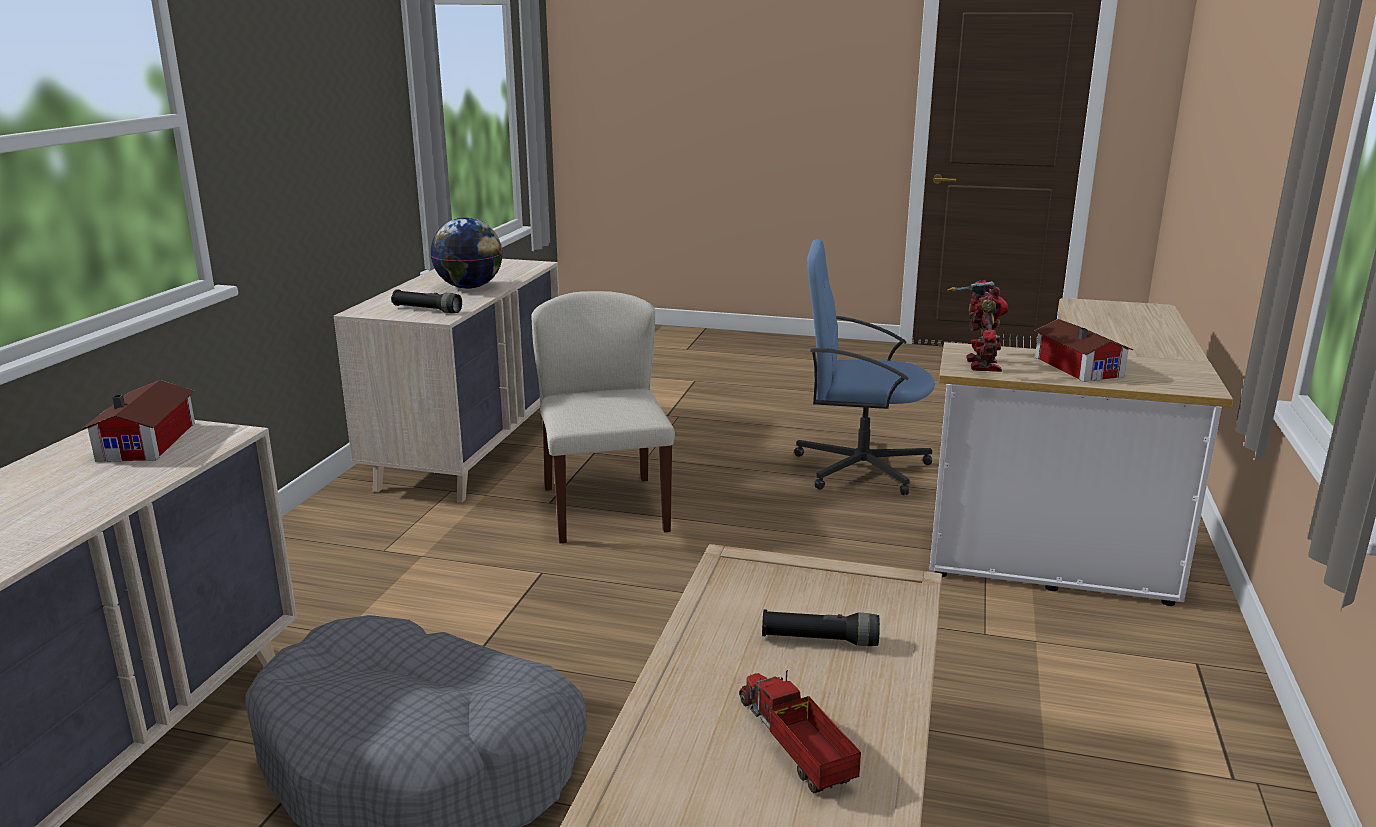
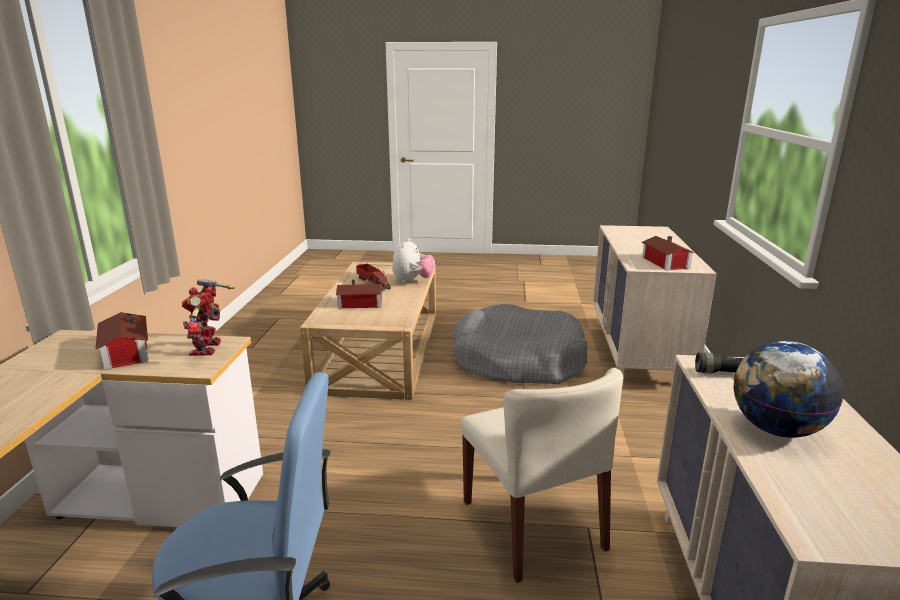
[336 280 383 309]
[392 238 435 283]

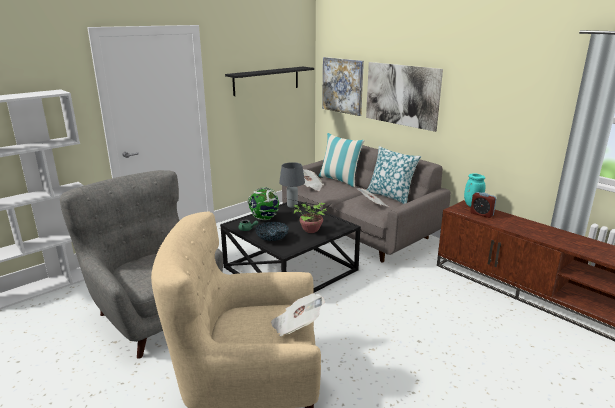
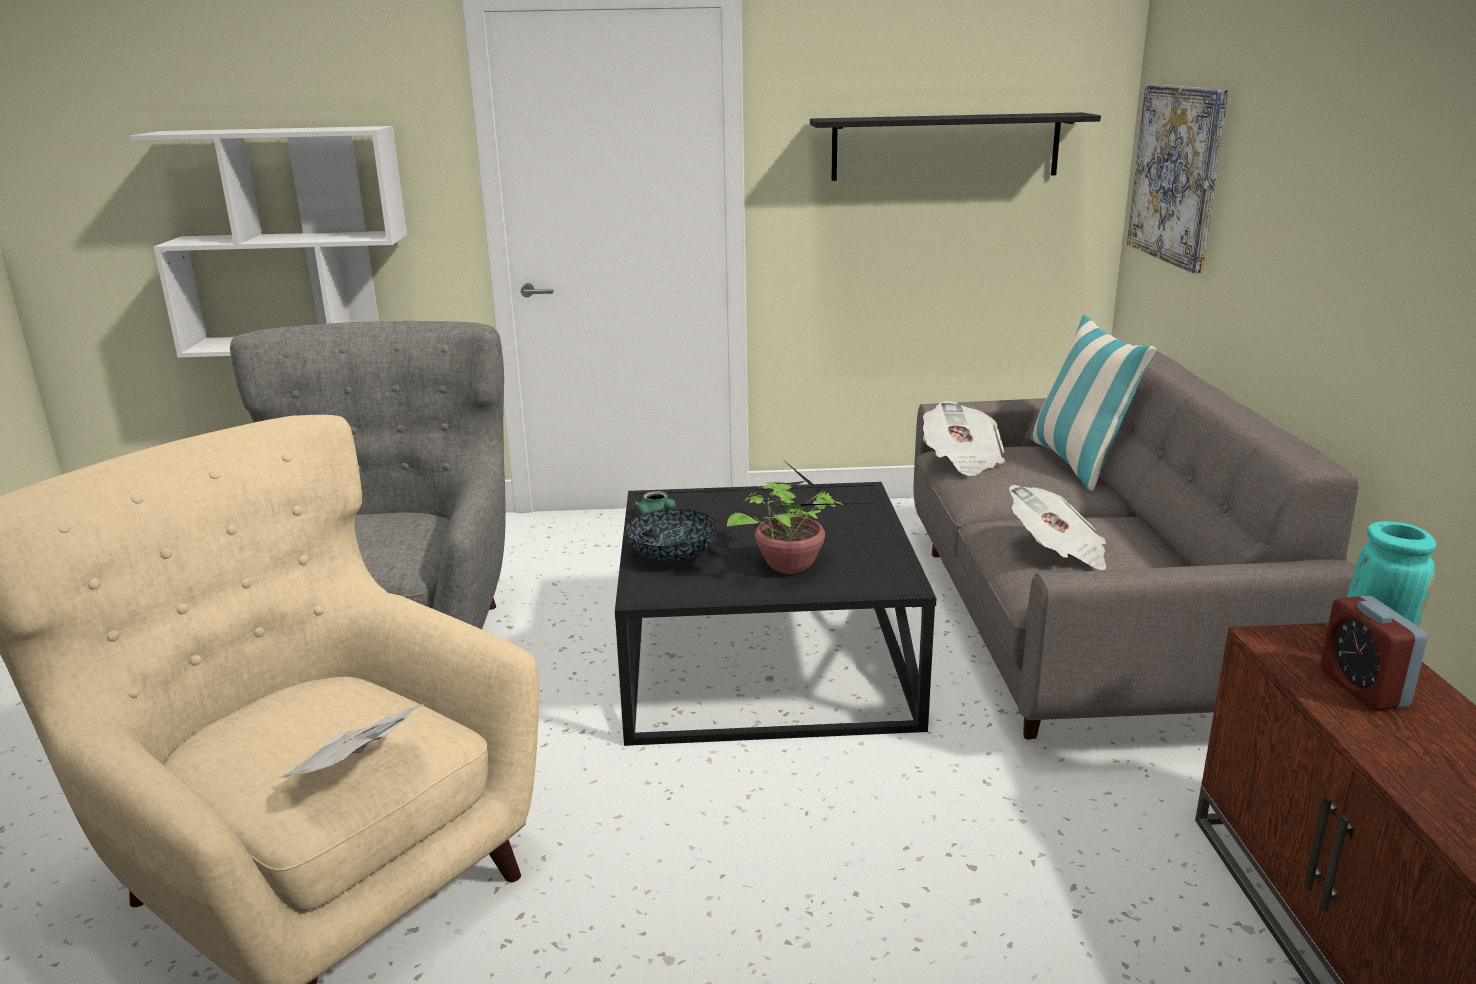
[248 187 279 220] (first image)
[279 162 305 208] (first image)
[366 62 443 132] (first image)
[367 146 421 204] (first image)

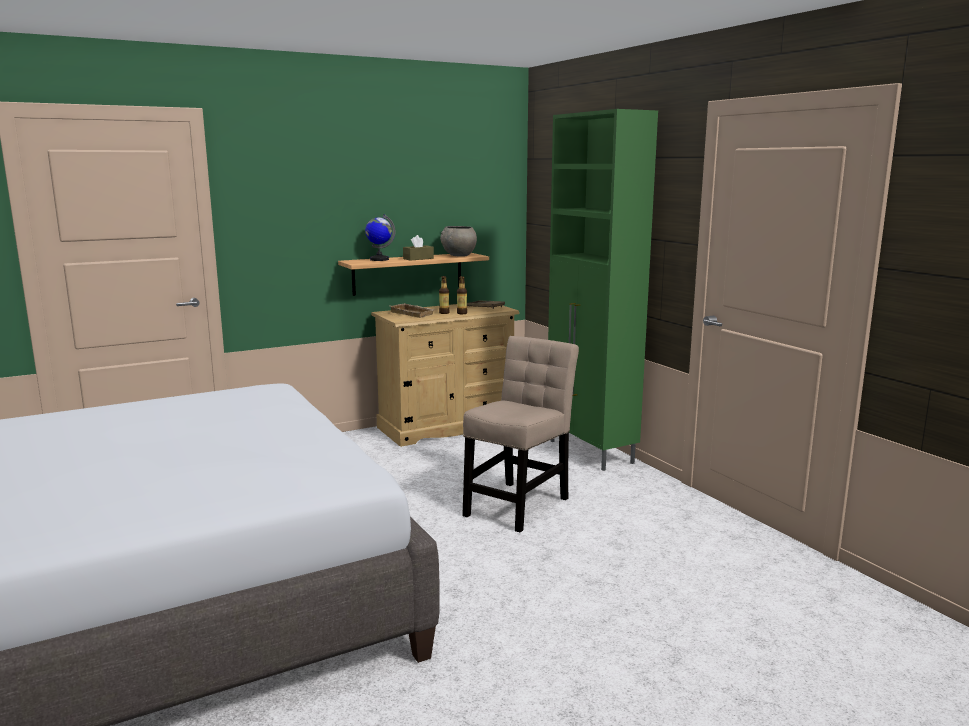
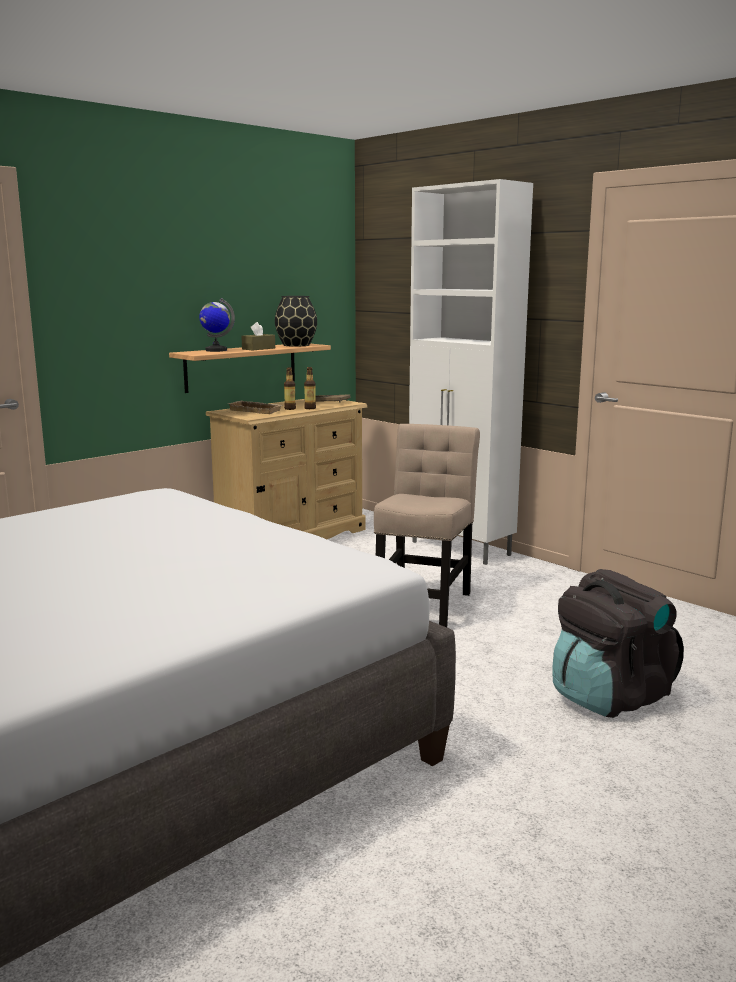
[275 296 317 347]
[409 179 533 565]
[553 569 684 718]

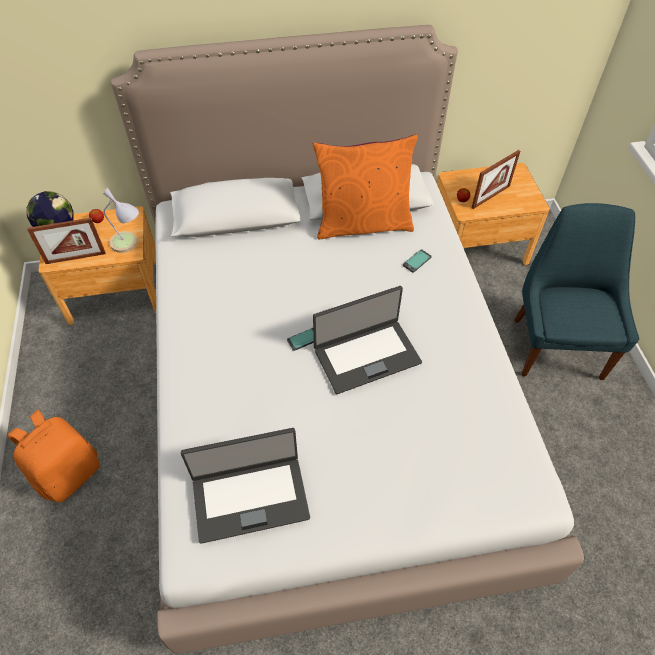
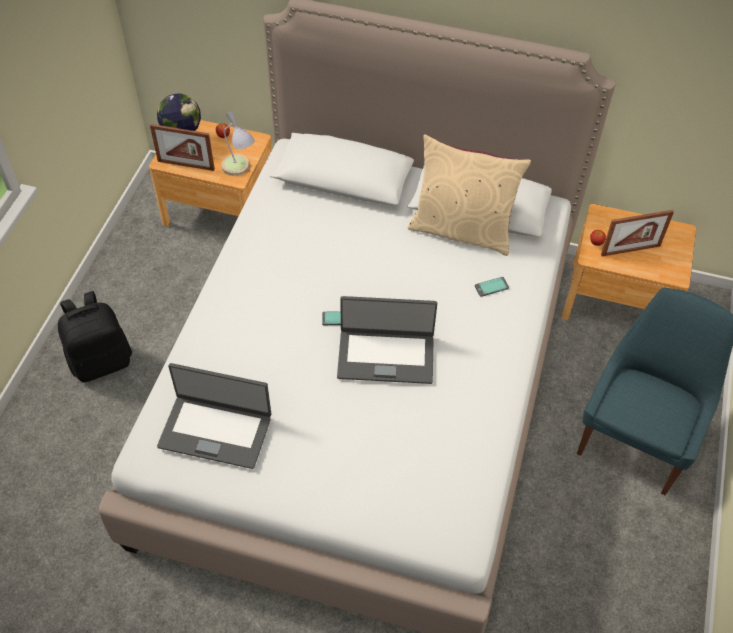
[58 291 132 383]
[408 134 531 256]

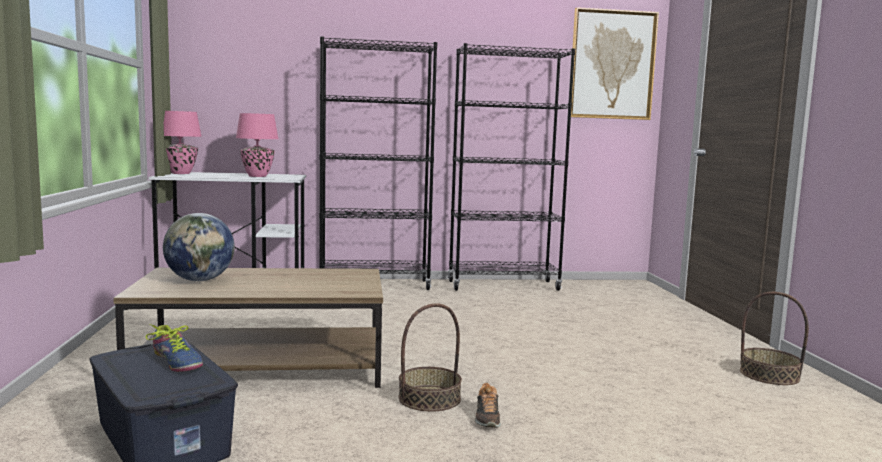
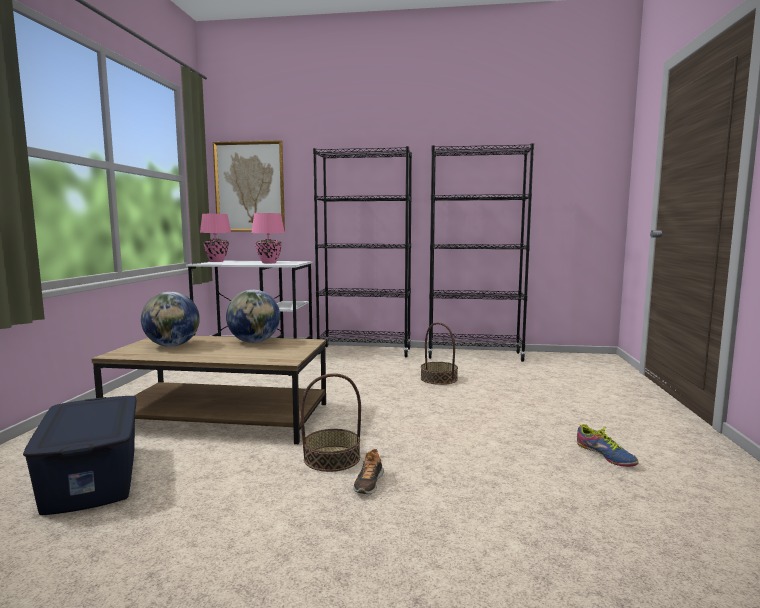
[577 424 639 467]
[213 140 285 232]
[421 322 458 385]
[226 290 280 343]

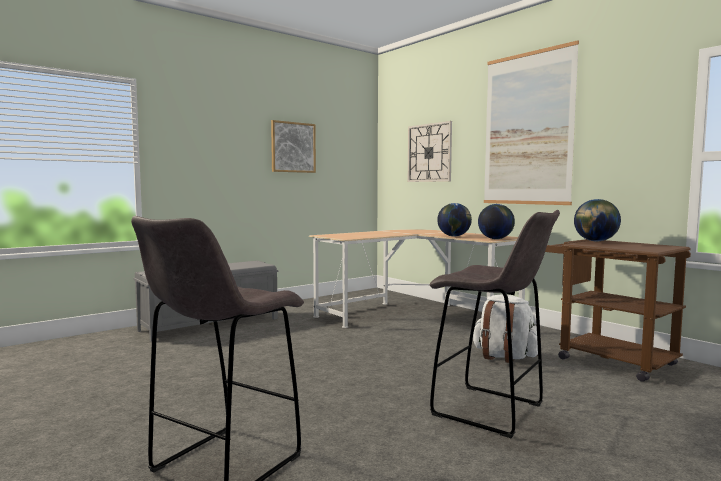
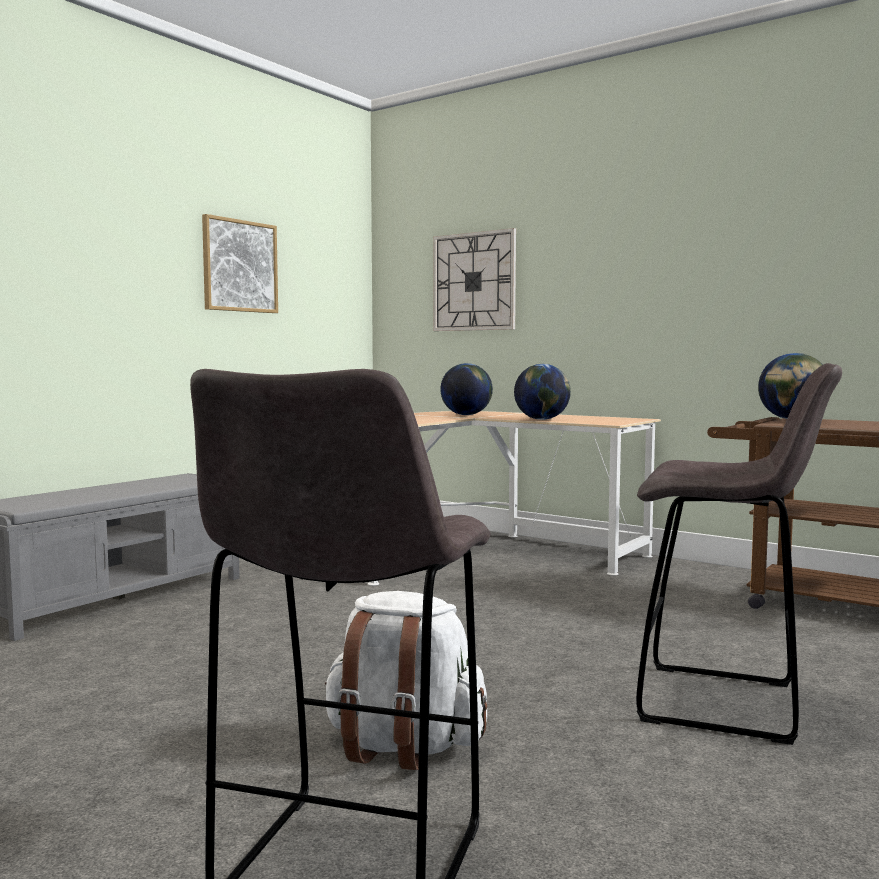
[325 591 487 770]
[440 363 493 415]
[484 40 579 205] (first image)

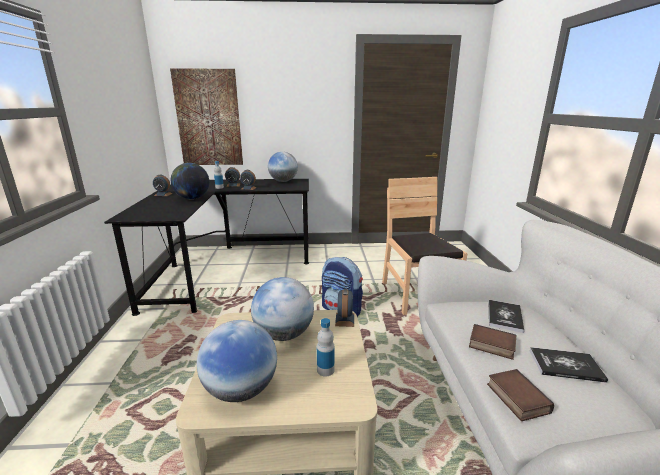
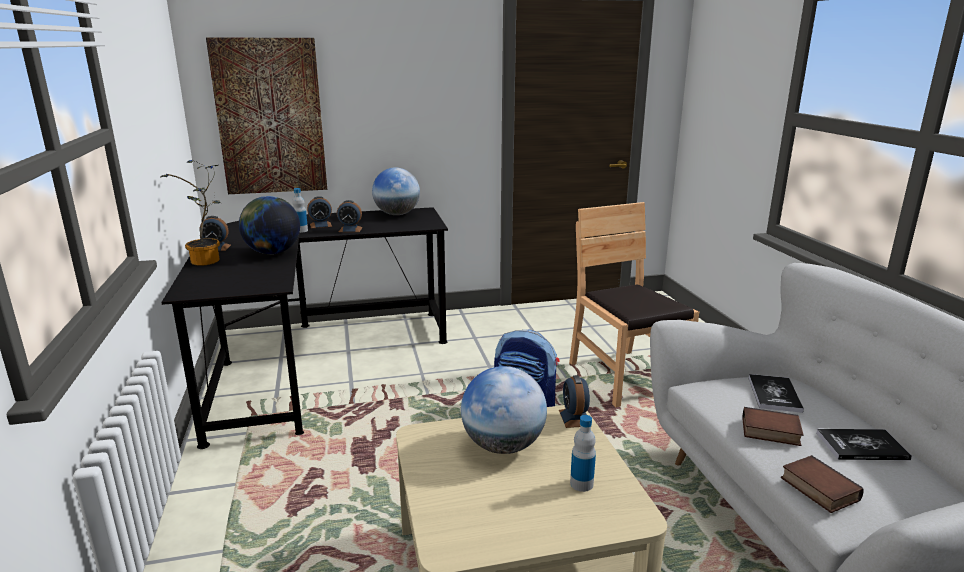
[197 320 277 402] (first image)
[160 160 221 266]

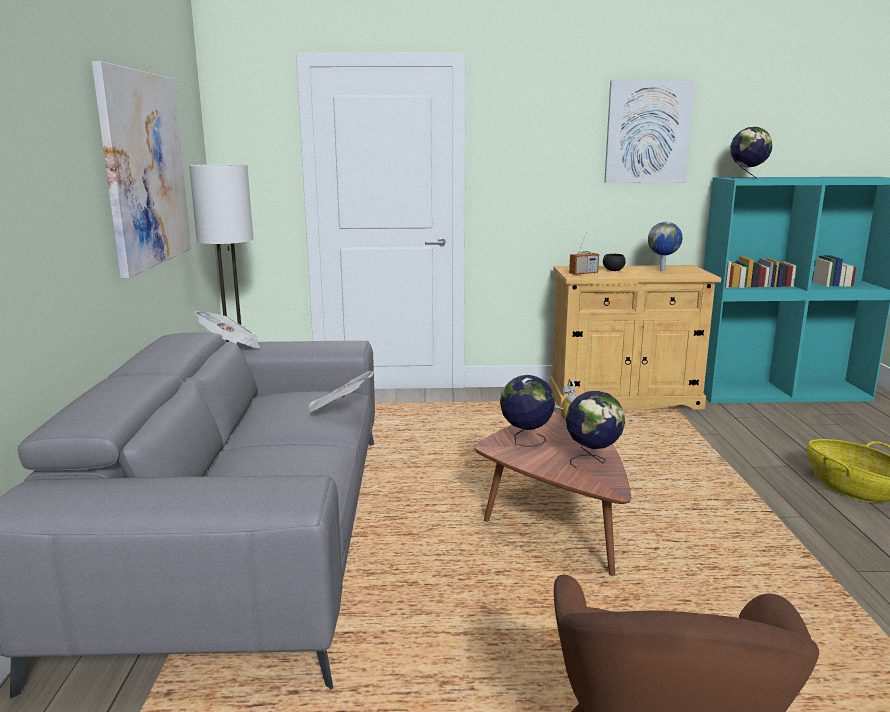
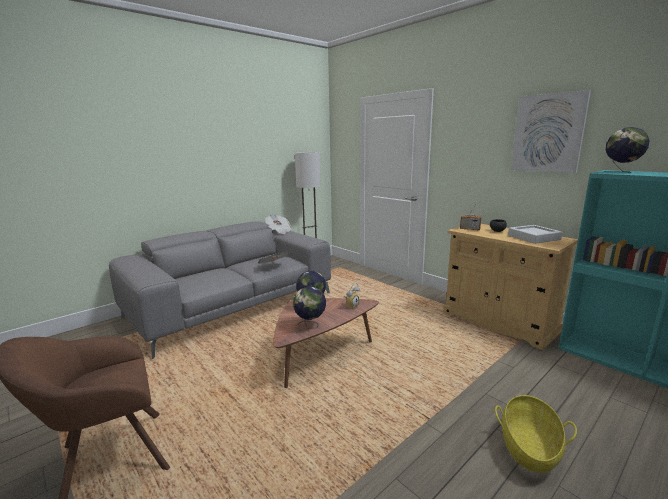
[92 61 191 278] (first image)
[508 225 562 244]

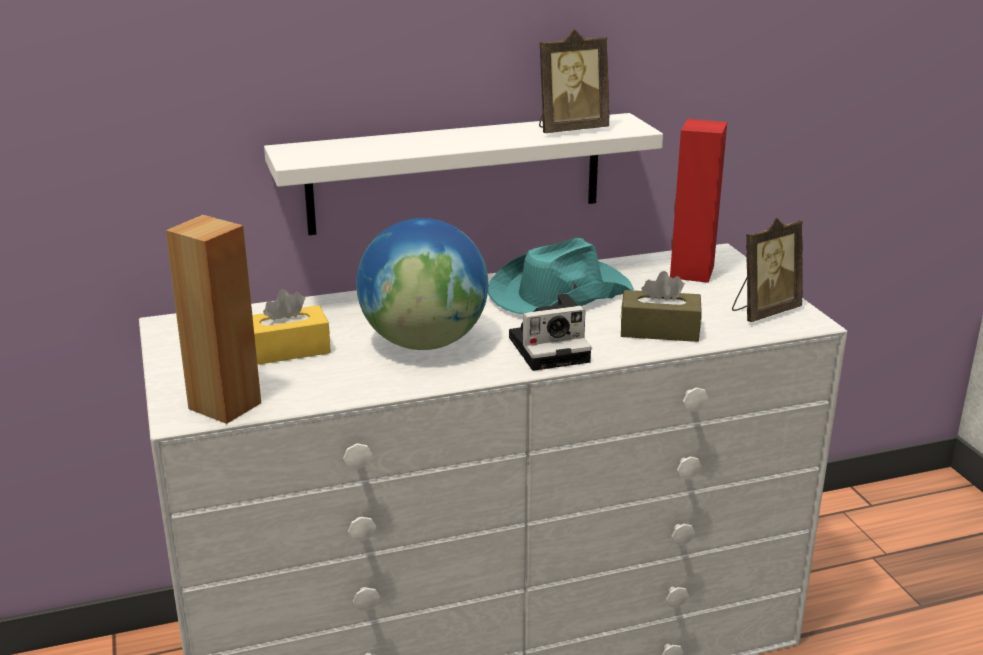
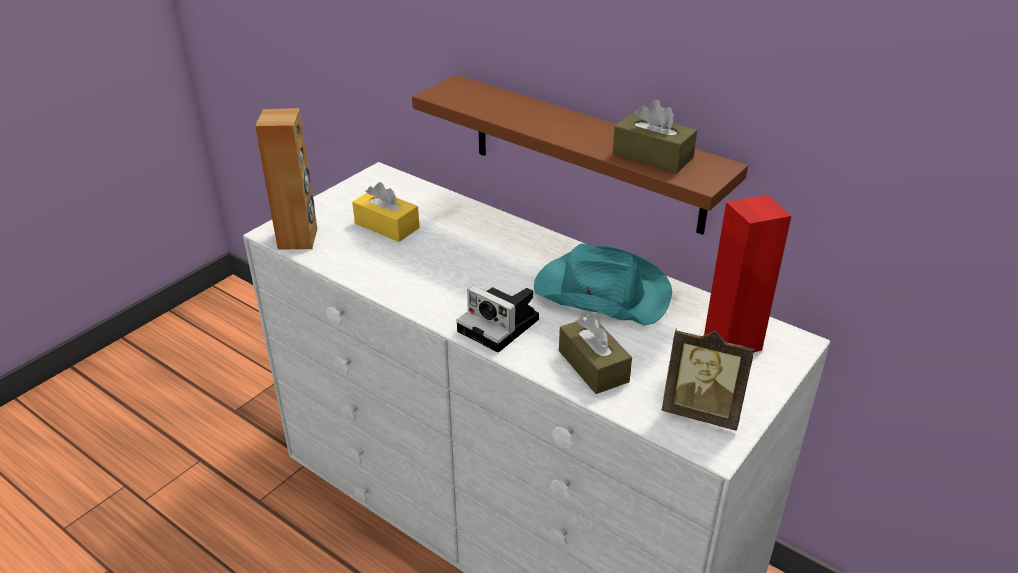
[412 75 748 235]
[356 218 488 350] (first image)
[613 100 697 173]

